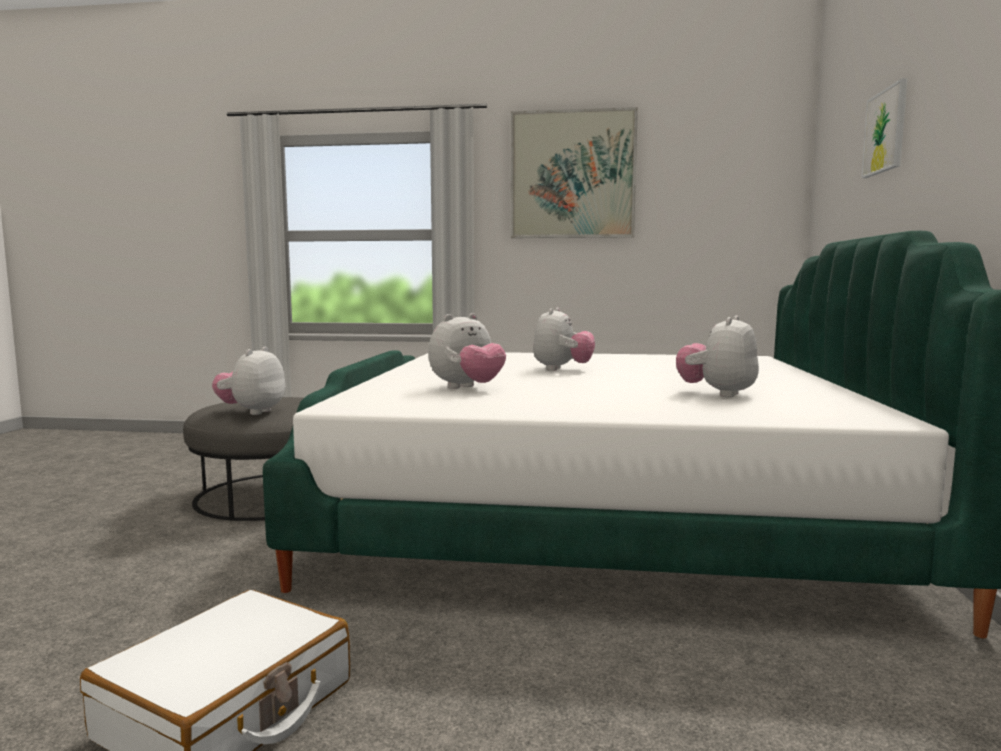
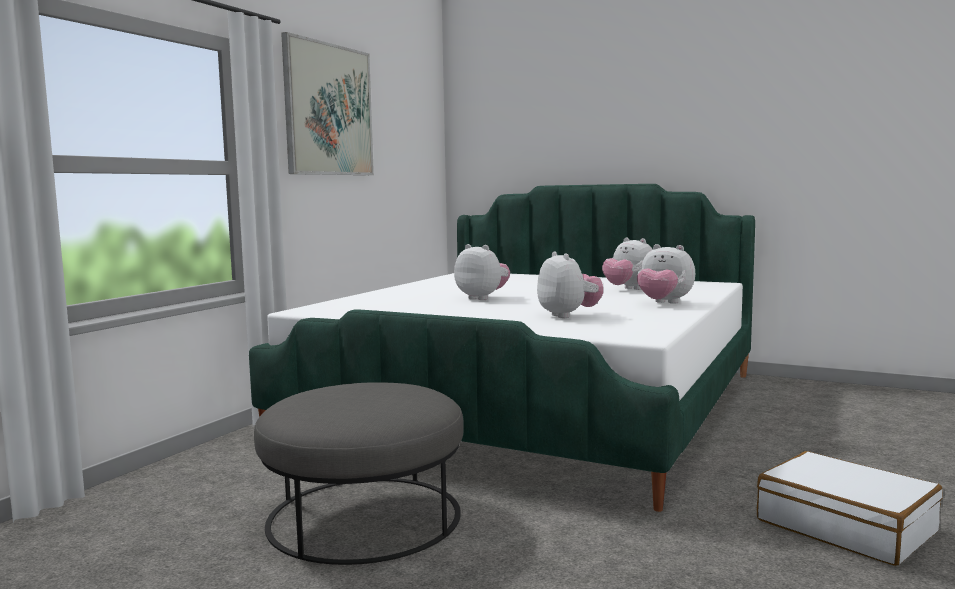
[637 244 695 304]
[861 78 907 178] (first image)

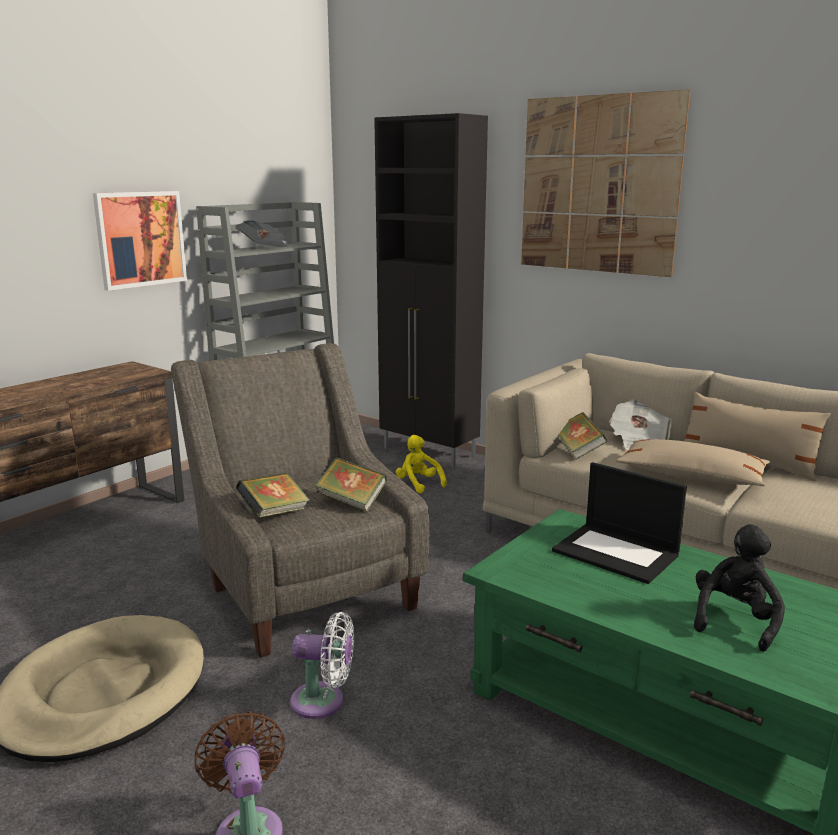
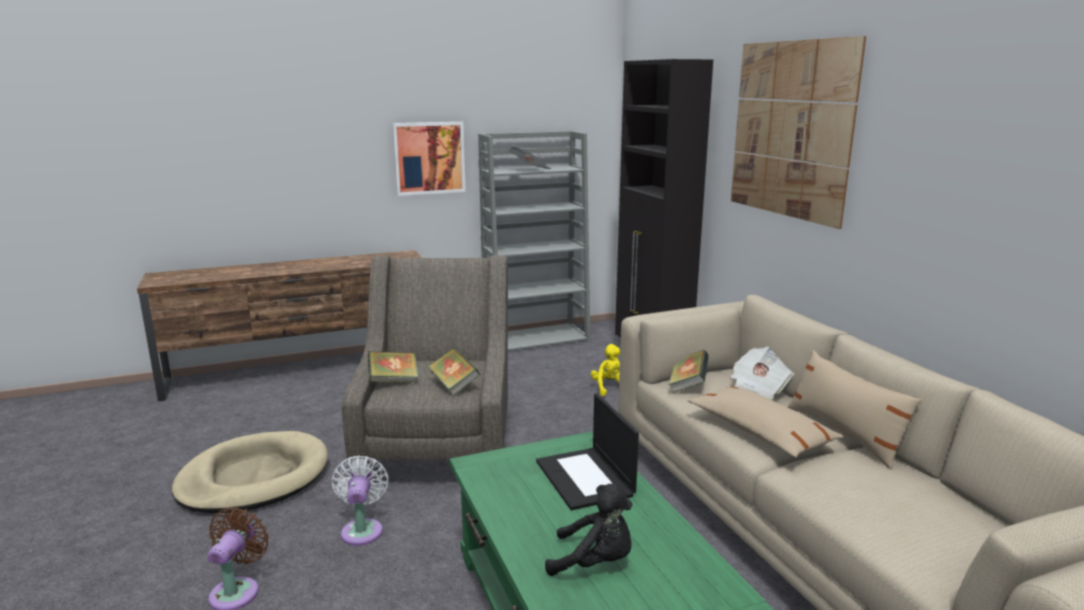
[332 455 388 546]
[545 484 632 576]

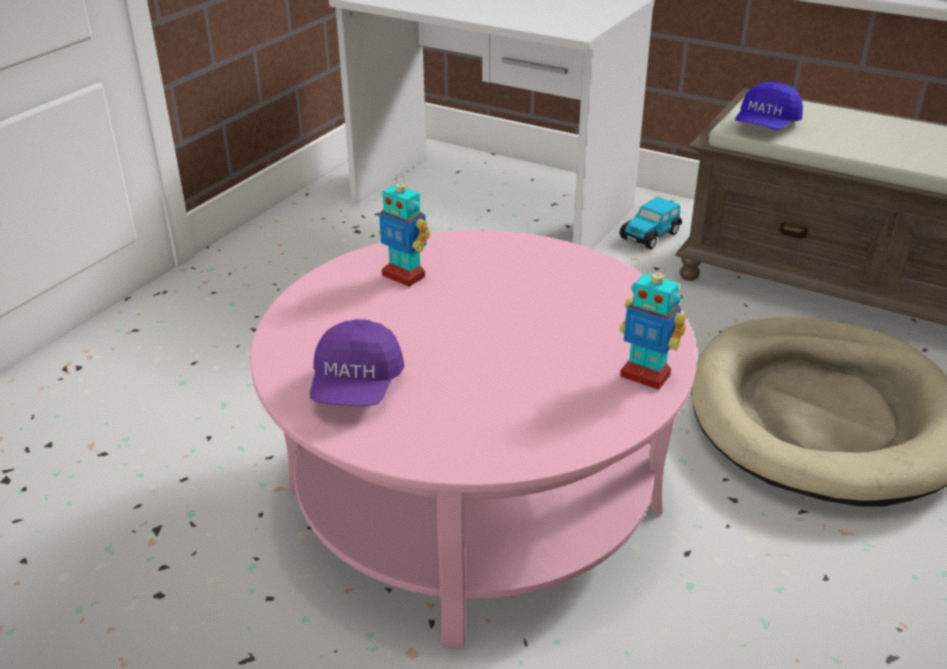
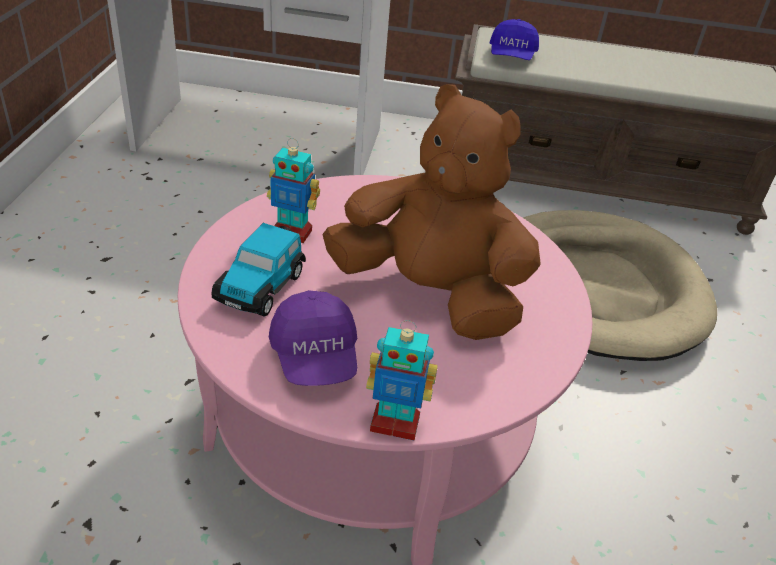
[212 223 306 317]
[366 320 438 440]
[322 84 541 340]

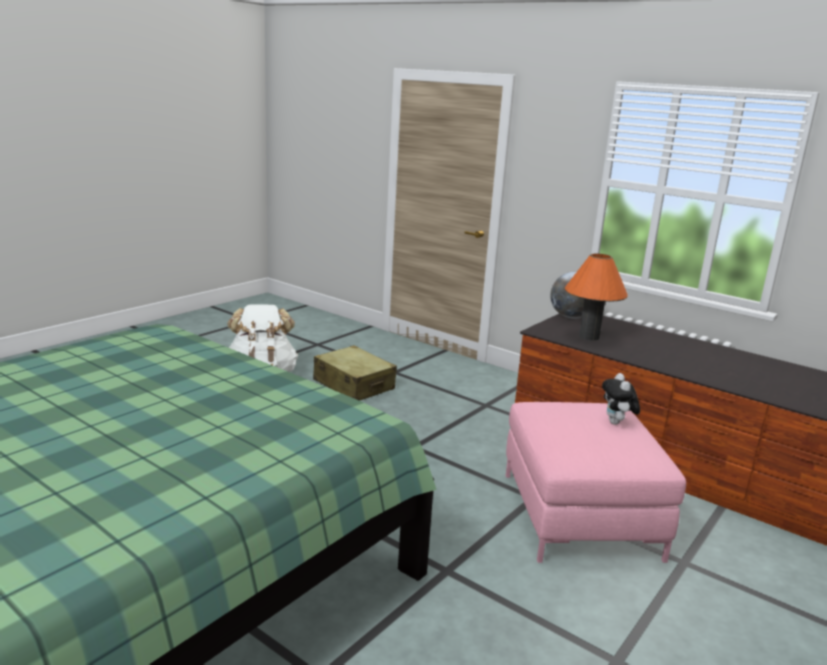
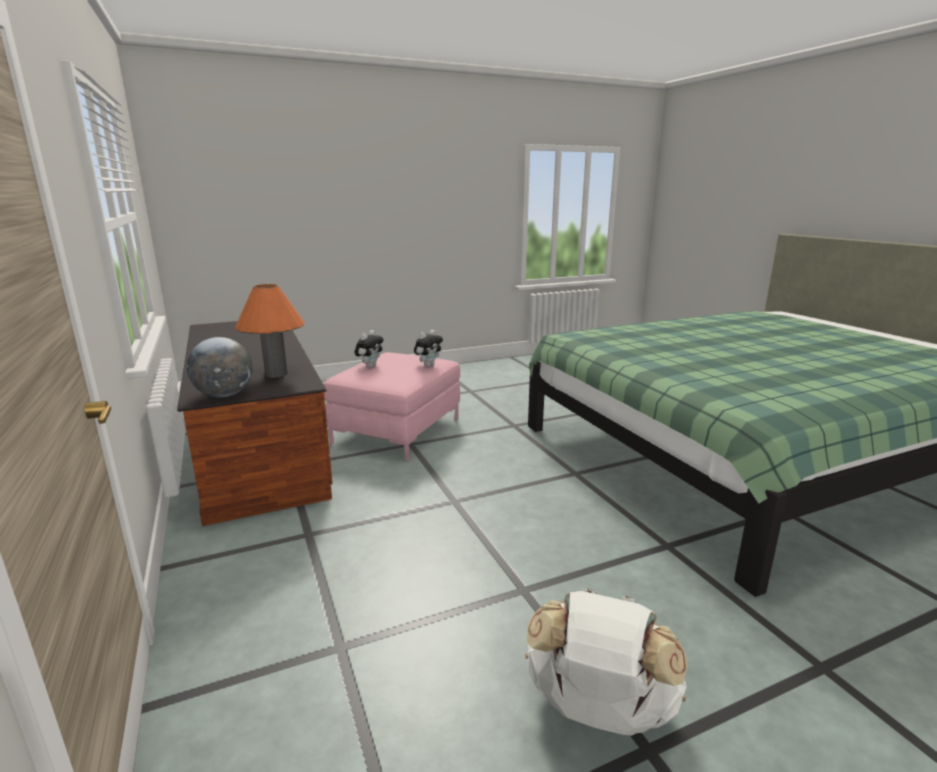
[313 345 397 401] (first image)
[414 330 443 367]

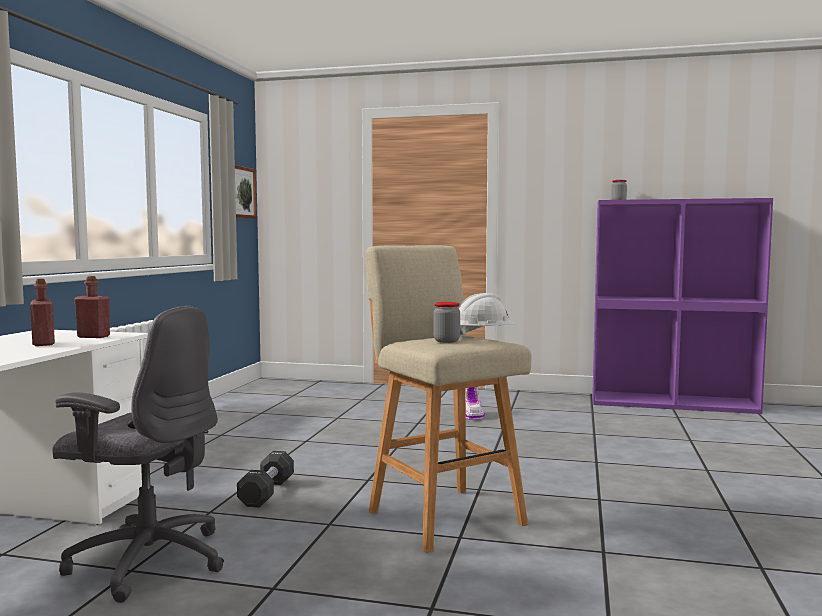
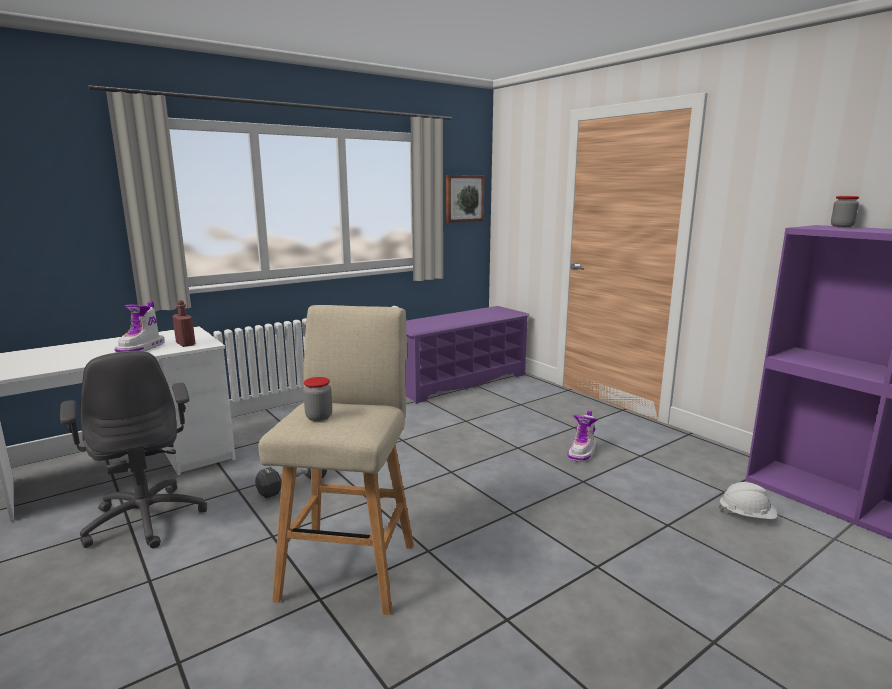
[114 302 165 352]
[718 482 777 519]
[405 306 530 404]

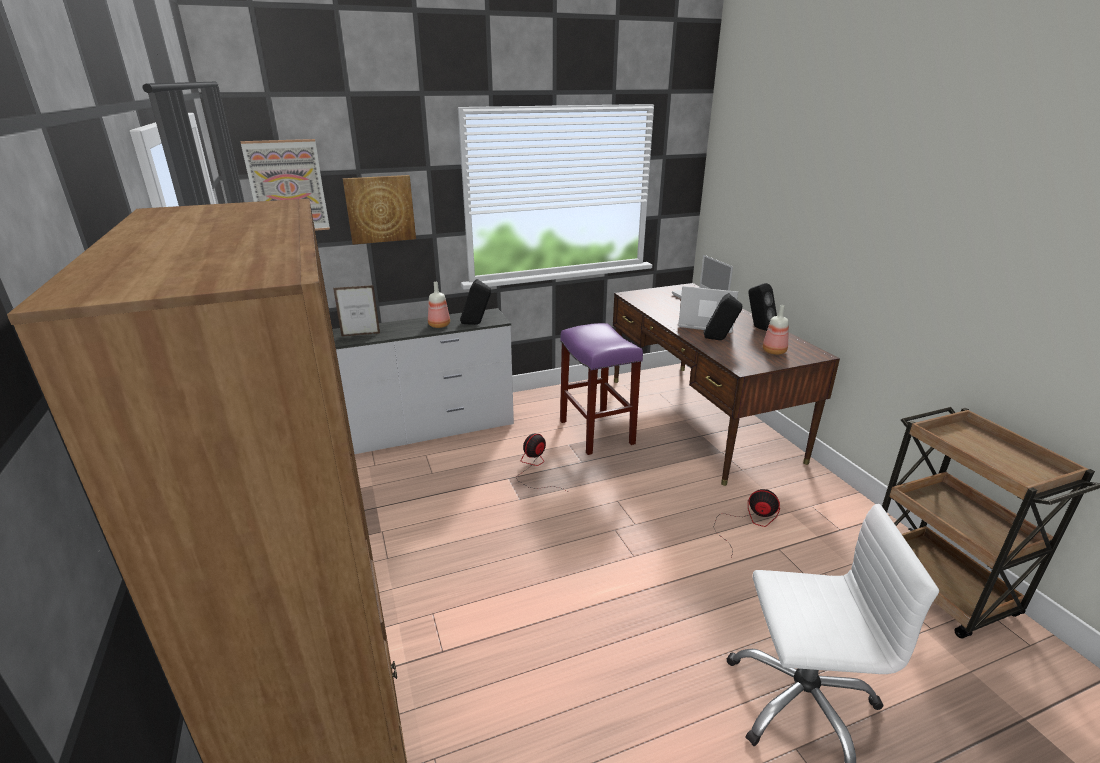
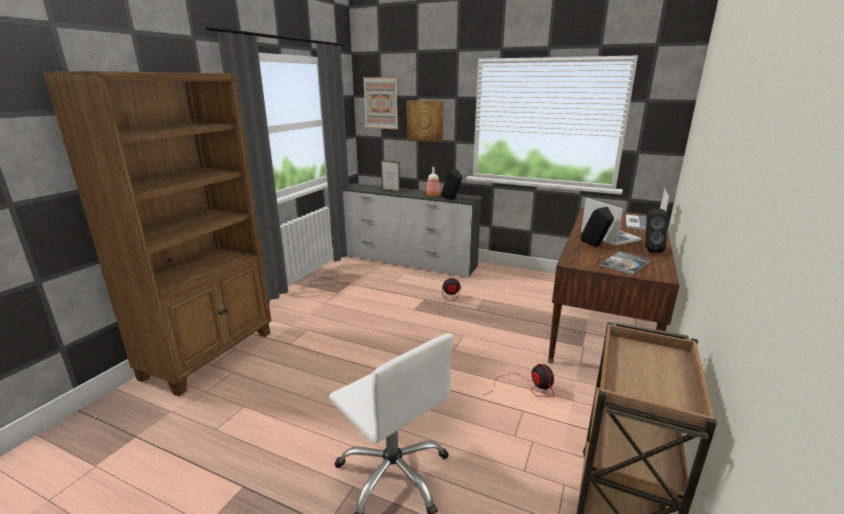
[560 323 643 455] (first image)
[599 251 651 275]

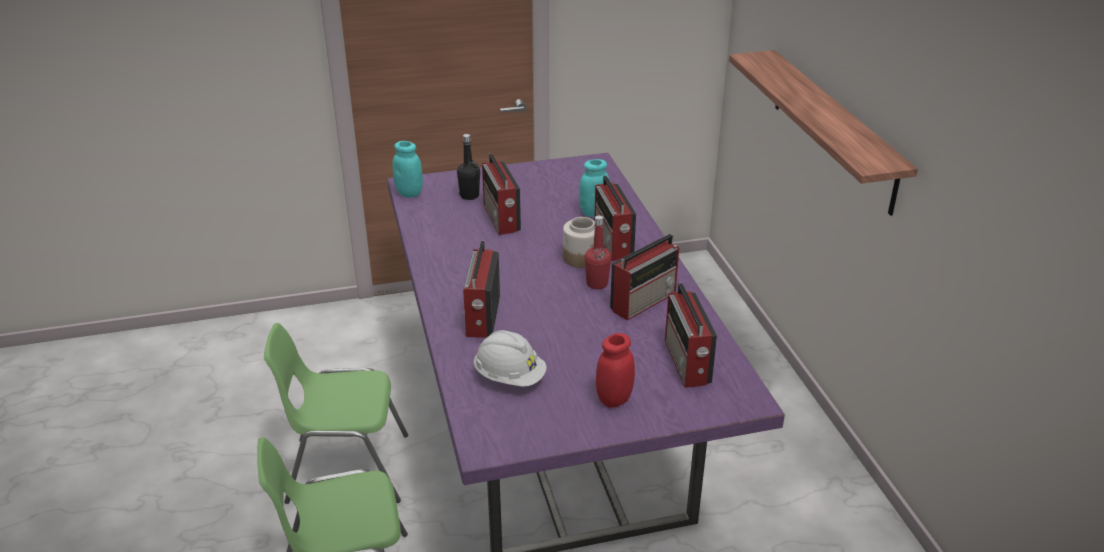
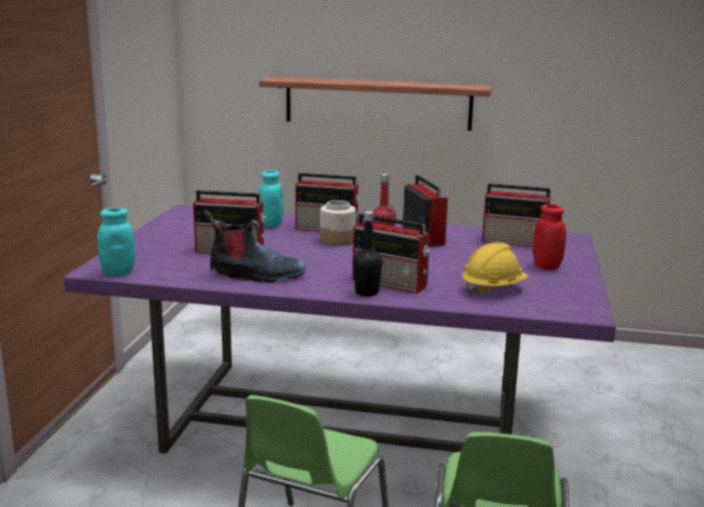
[353 211 382 297]
[462 242 528 296]
[203 210 306 282]

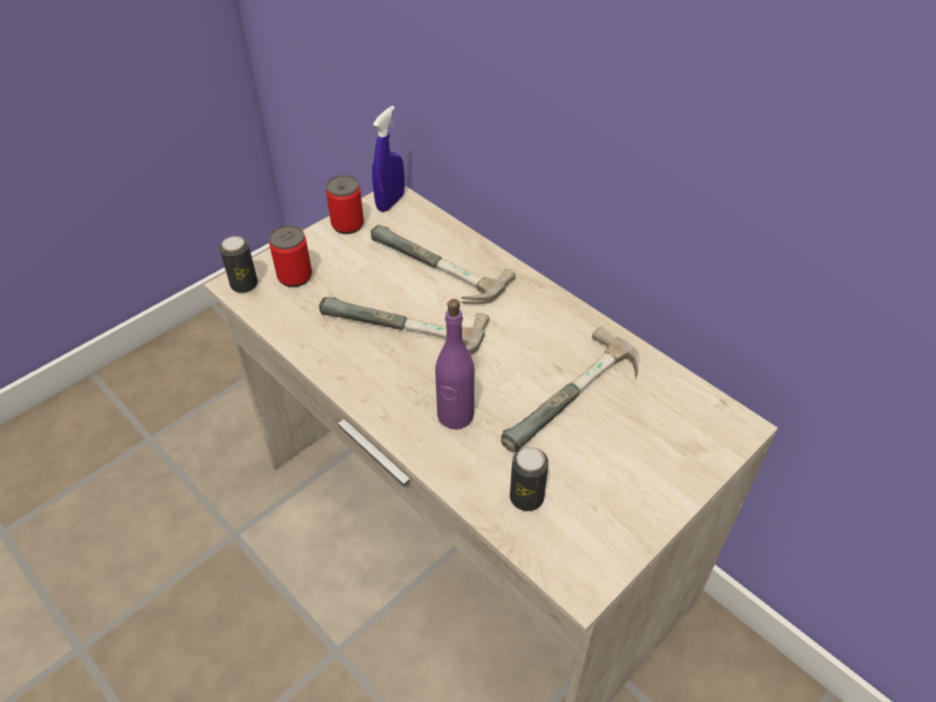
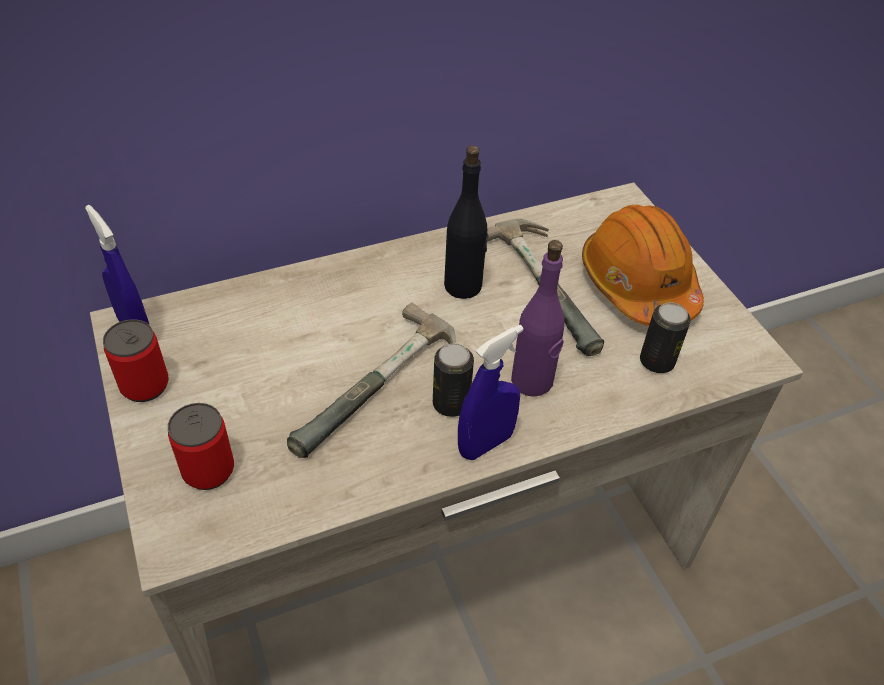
[433 343 474 417]
[371 225 516 304] (first image)
[444 145 488 299]
[458 325 524 460]
[582 205 704 326]

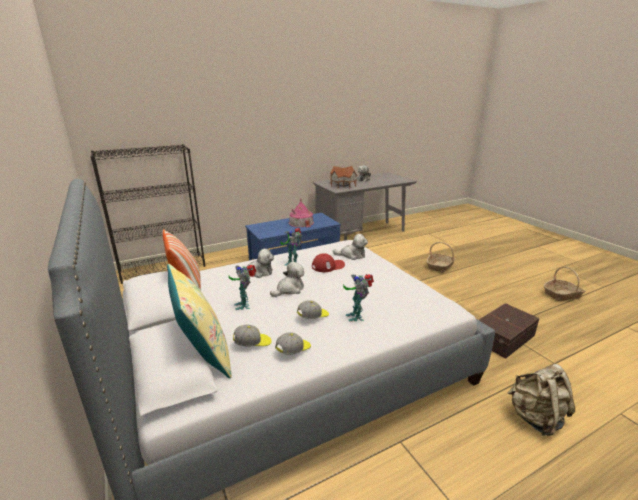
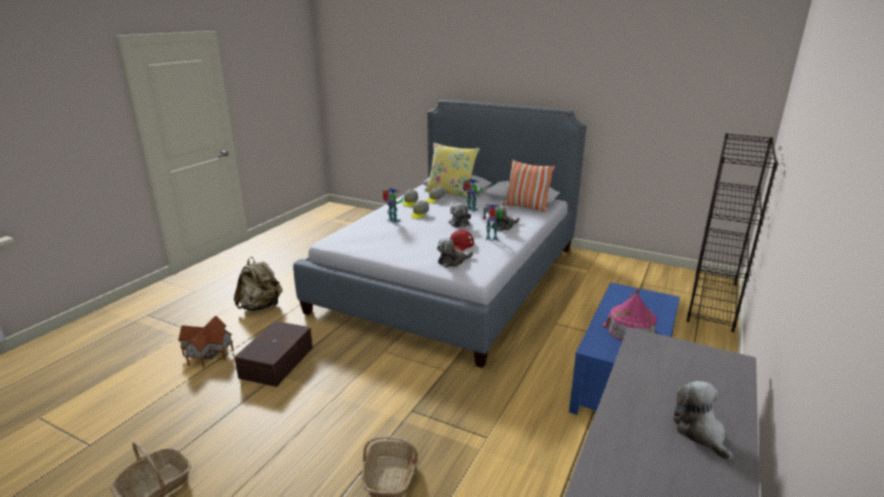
[178 316 234 368]

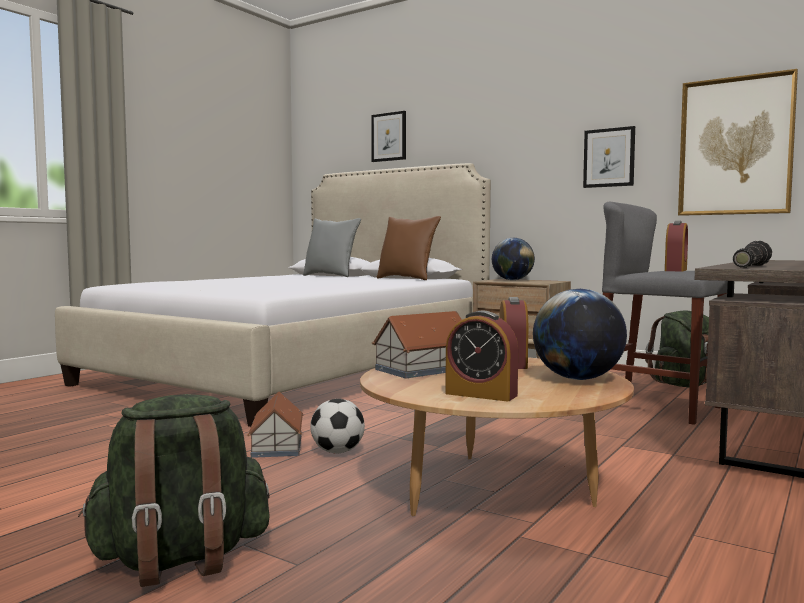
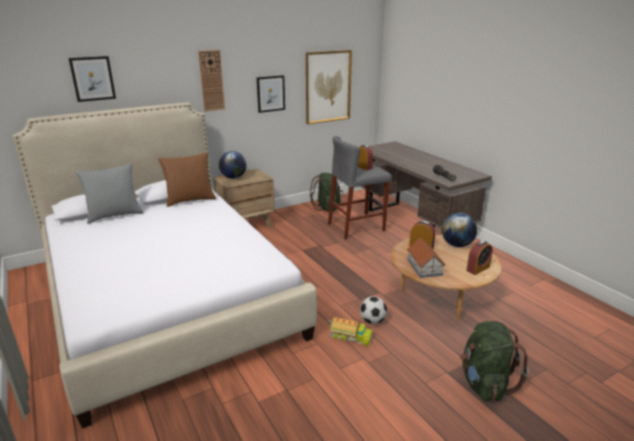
[327 317 373 346]
[198 50 225 111]

